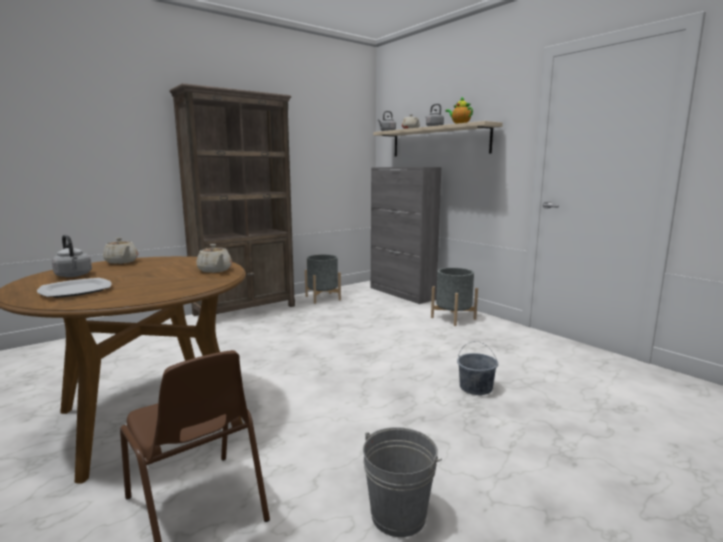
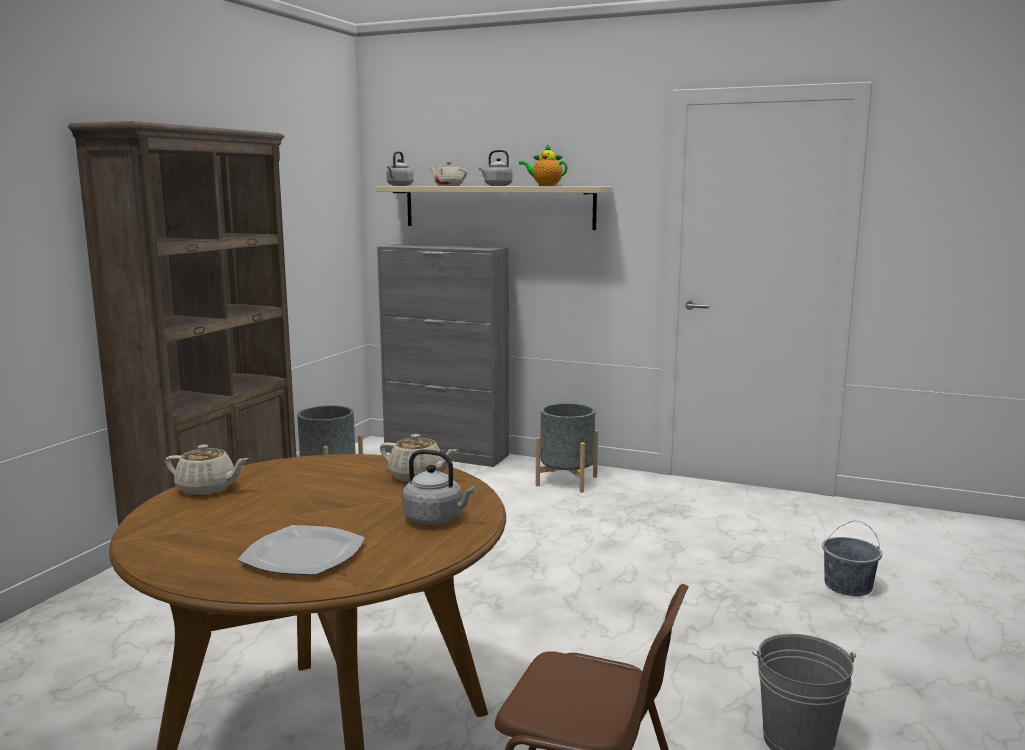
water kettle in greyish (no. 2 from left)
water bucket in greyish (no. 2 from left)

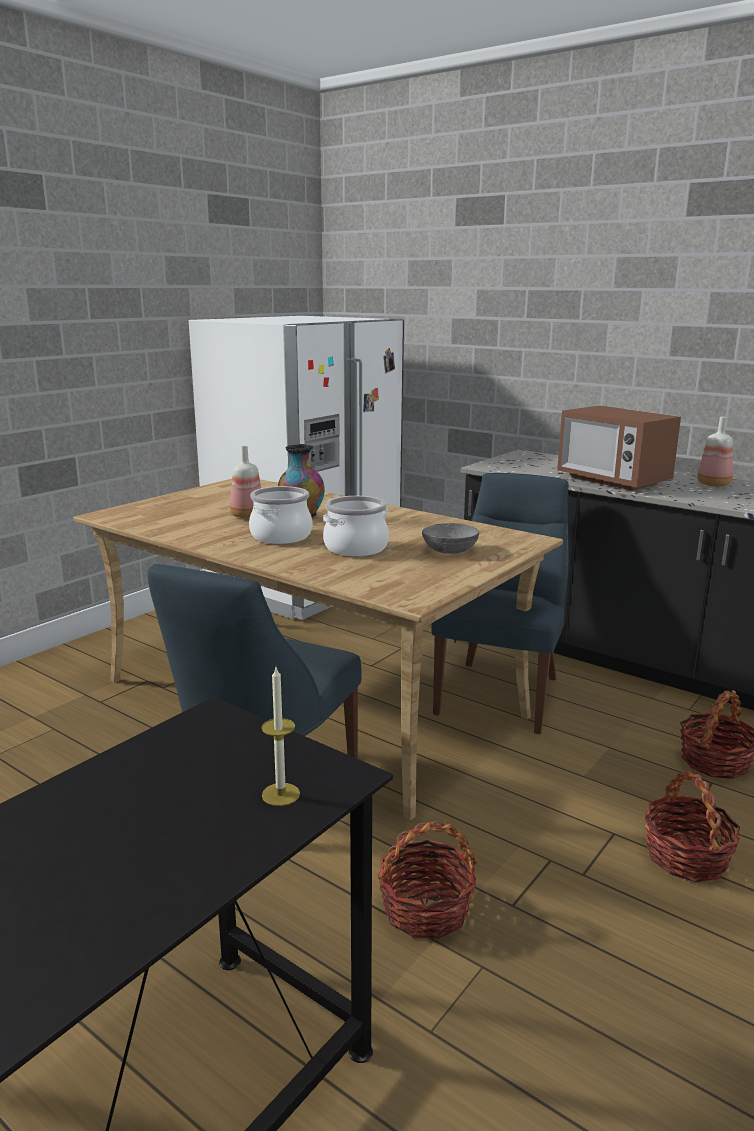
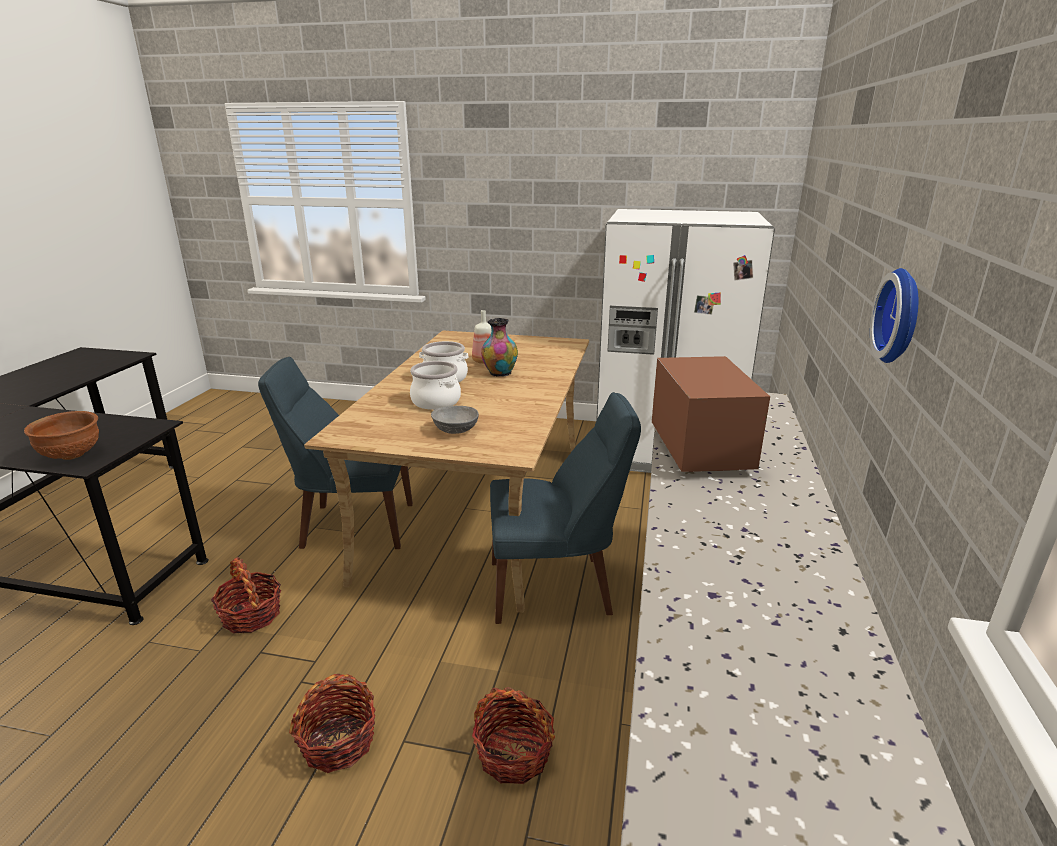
bowl in brown
kitchen microwave
clock on the wall
beverage bottle (no. 2 from left in the first image)

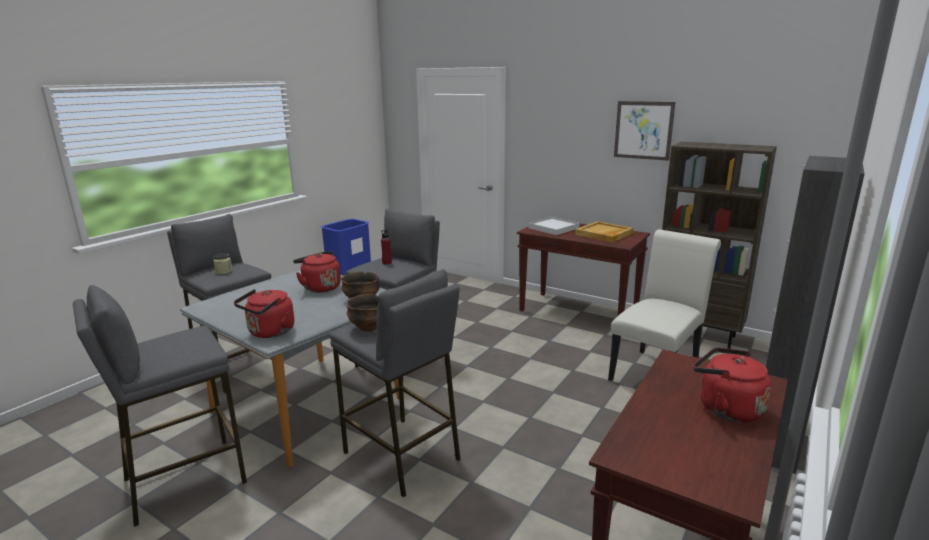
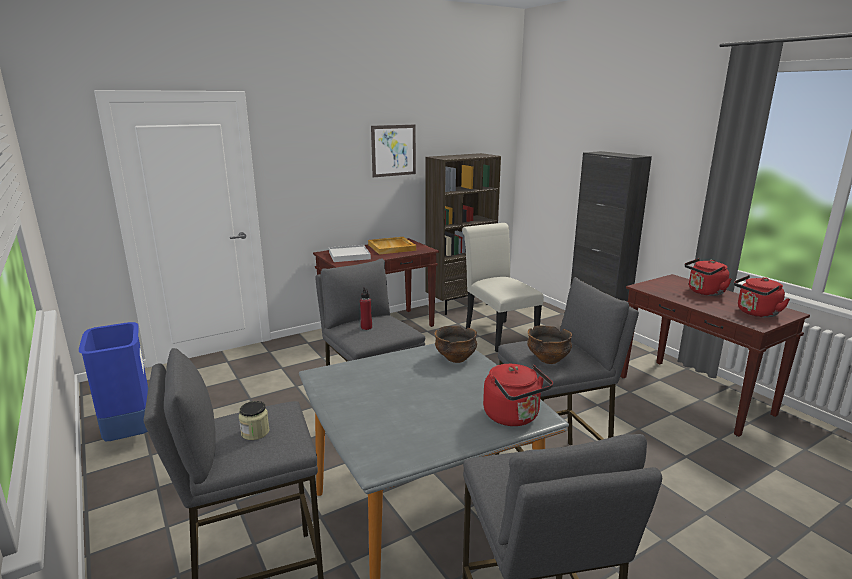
water kettle in reddish (no. 3 from left)

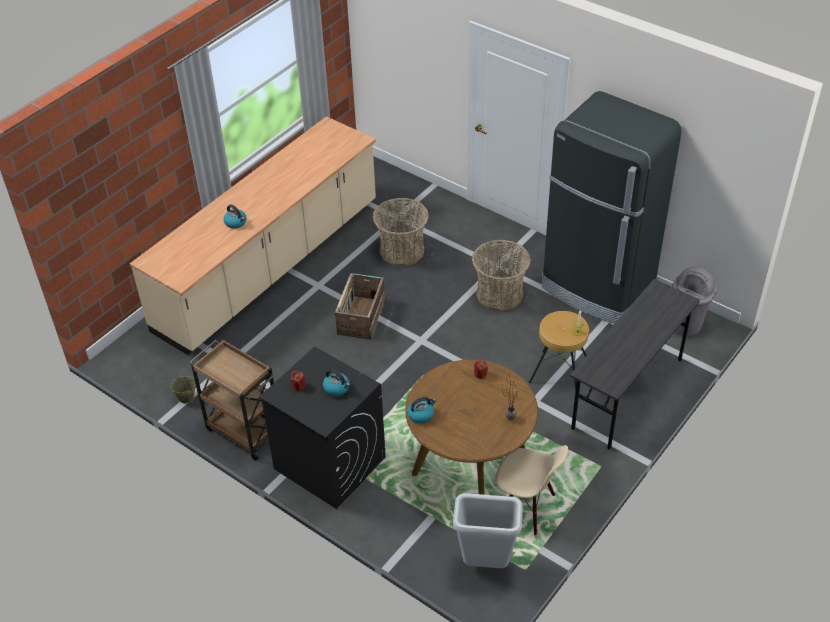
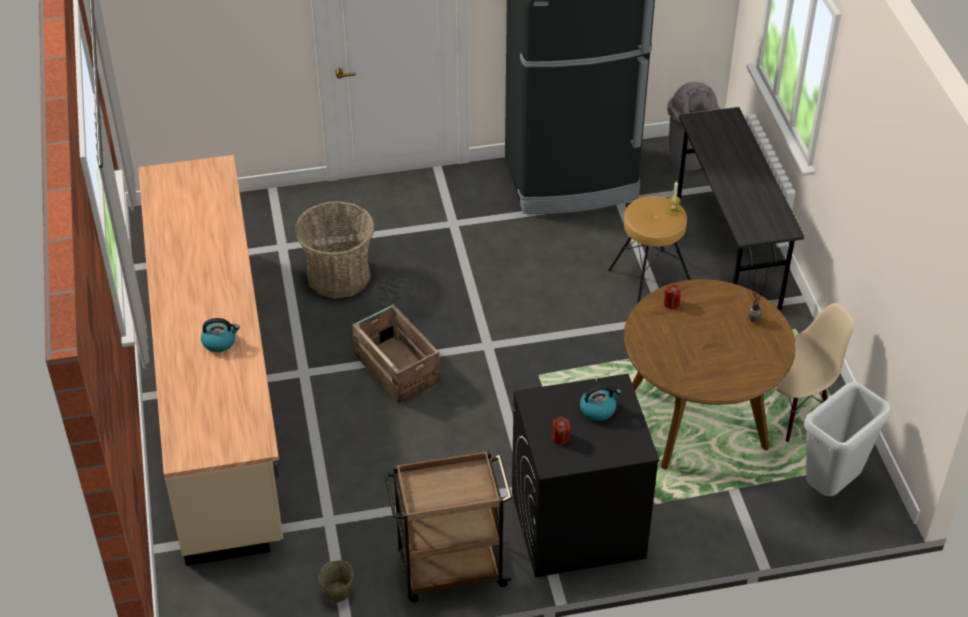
water kettle (no. 3 from left in the first image)
storage basket (no. 2 from left in the first image)

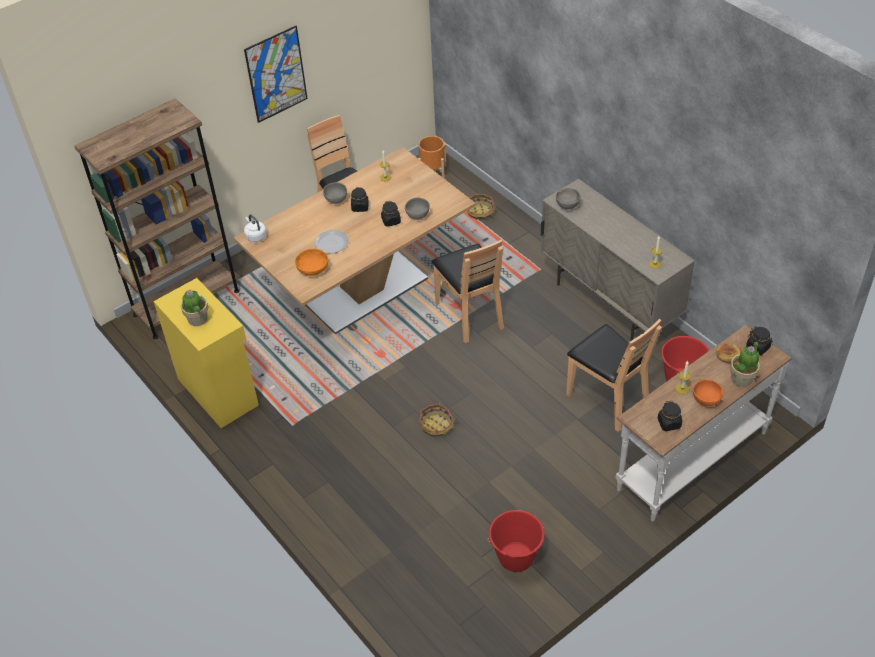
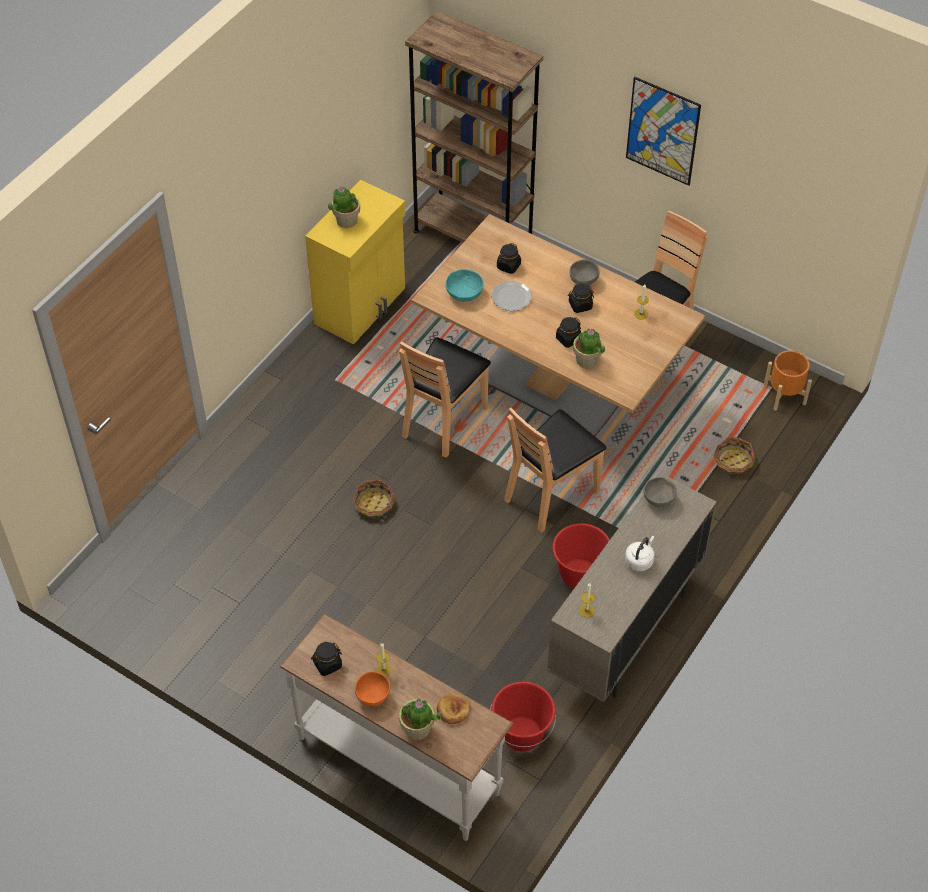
plain chair in brown (no. 1 from left)
bowl in blue-green
preserve jar in black (no. 2 from left)
water bucket in reddish (no. 2 from left)
potted plant (no. 3 from left)
water kettle in white-coloured

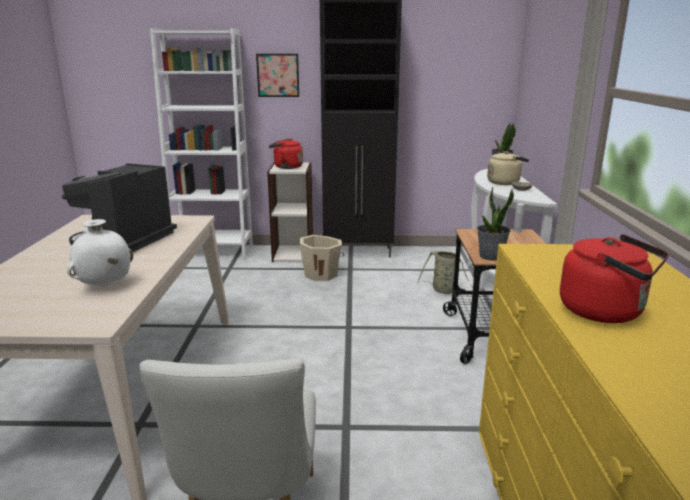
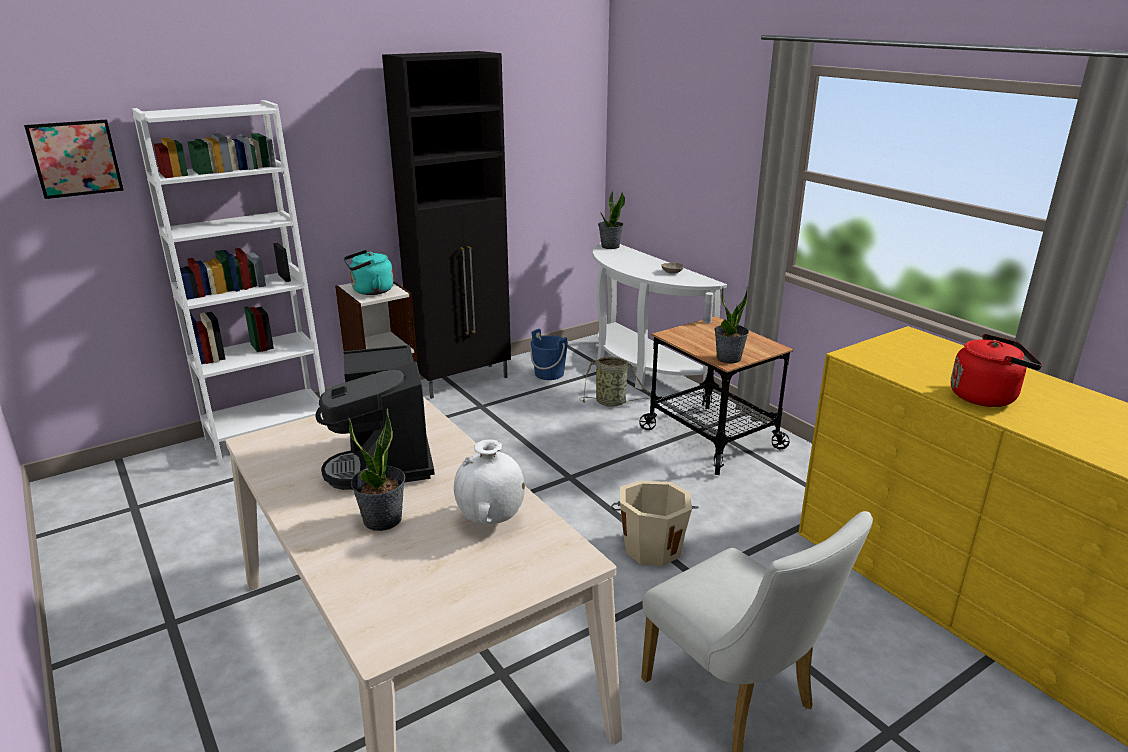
wall art
water kettle in blue-green
potted plant (no. 1 from left)
water bucket in blue
water bucket in sand-coloured
water kettle in sand-coloured

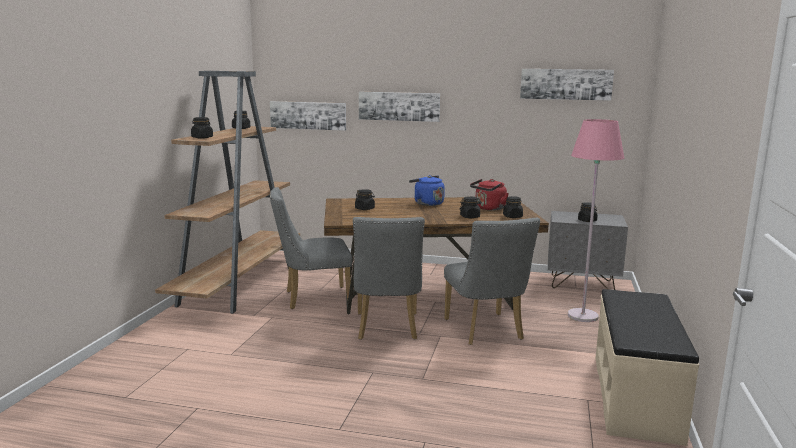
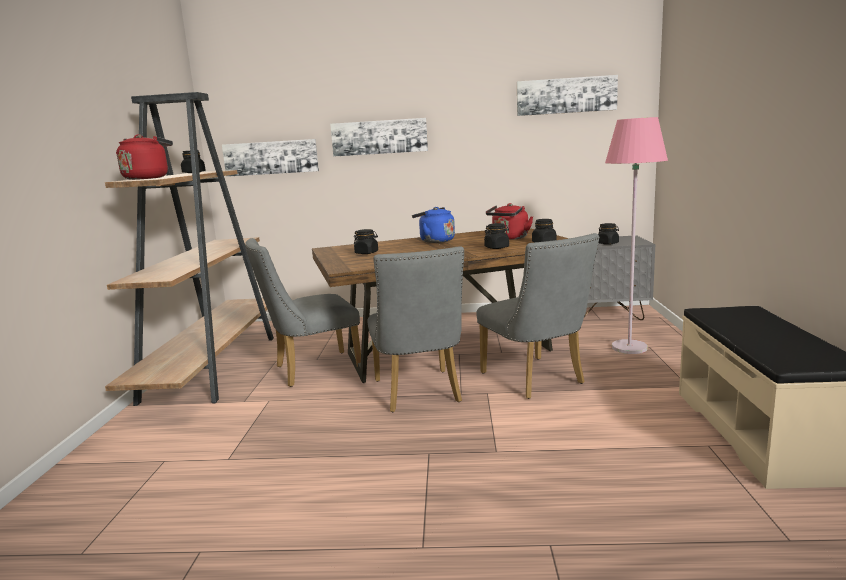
water kettle in reddish (no. 1 from left)

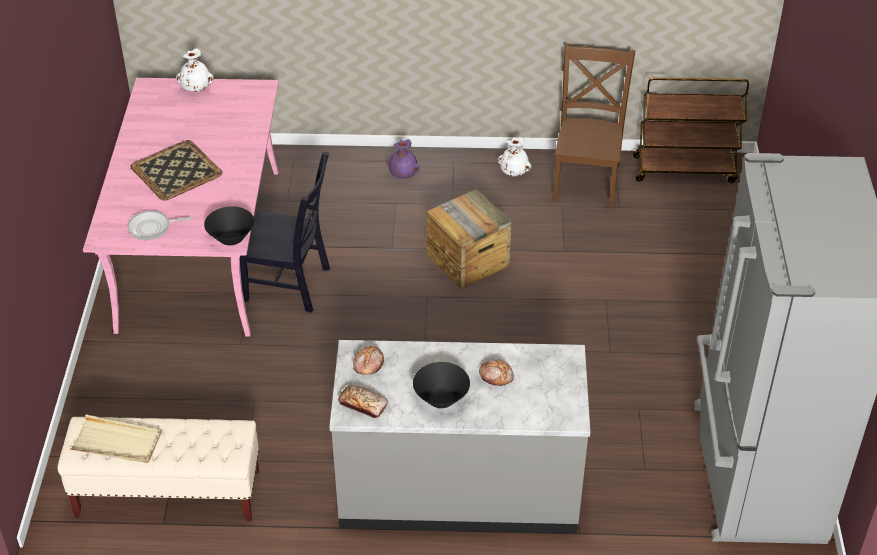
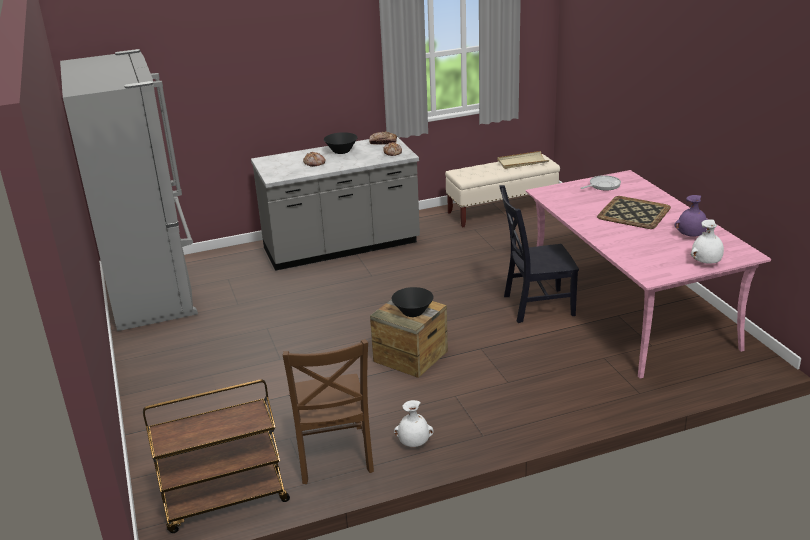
bowl in black (no. 2 from left)
decorative vase in purplish

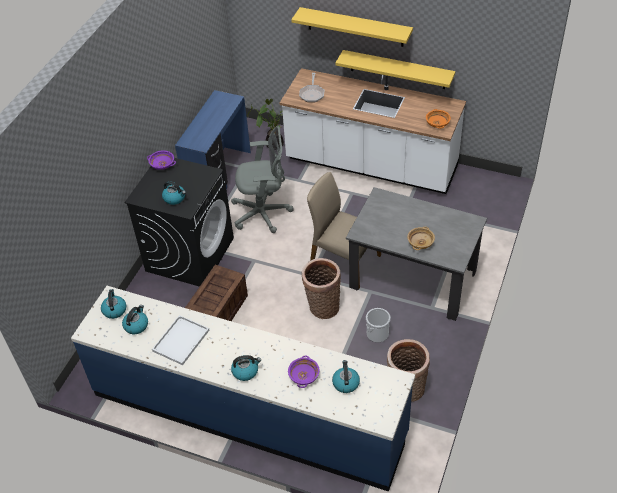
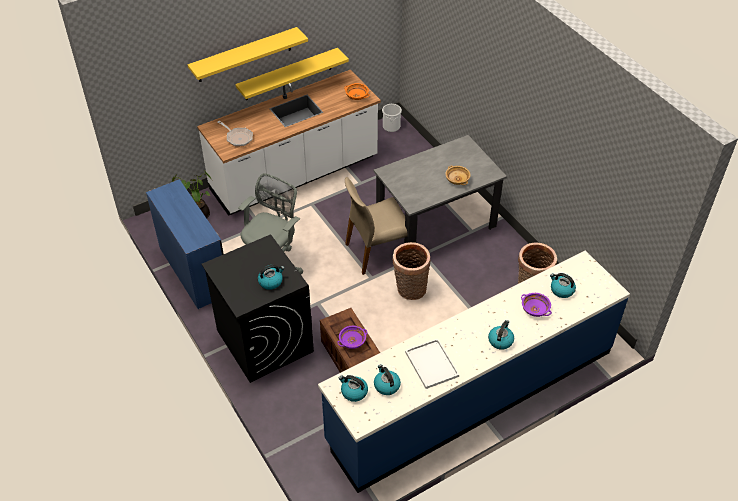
bowl in purplish (no. 1 from left)
water bucket

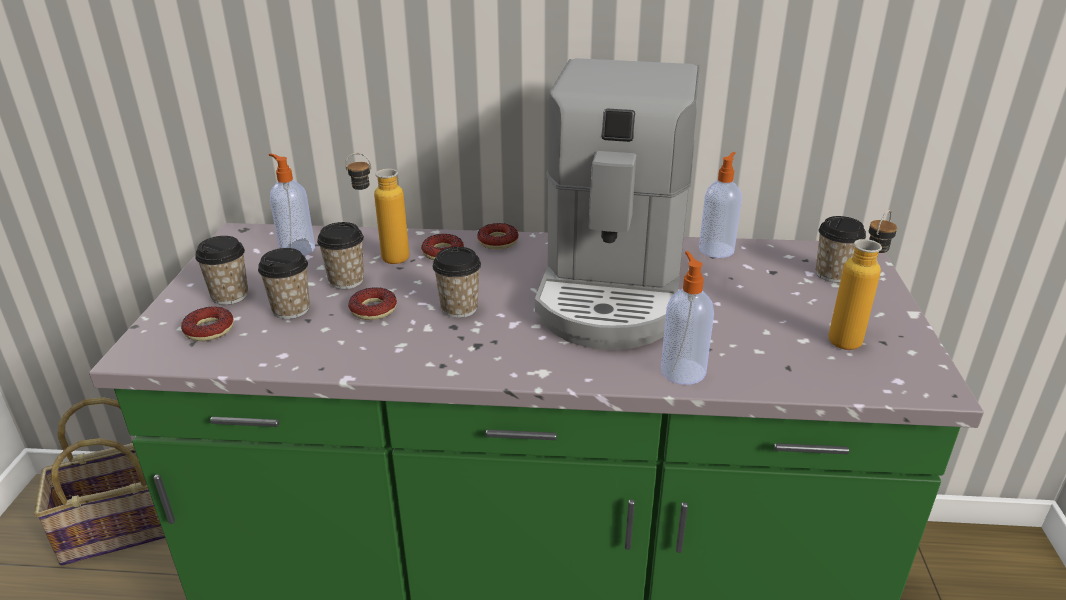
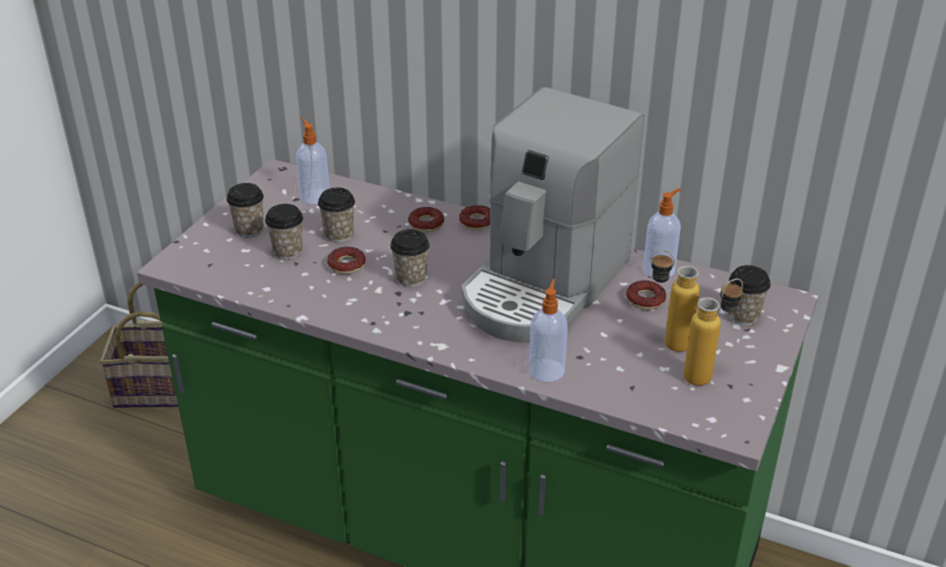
doughnut (no. 4 from left)
beverage bottle (no. 1 from left)

